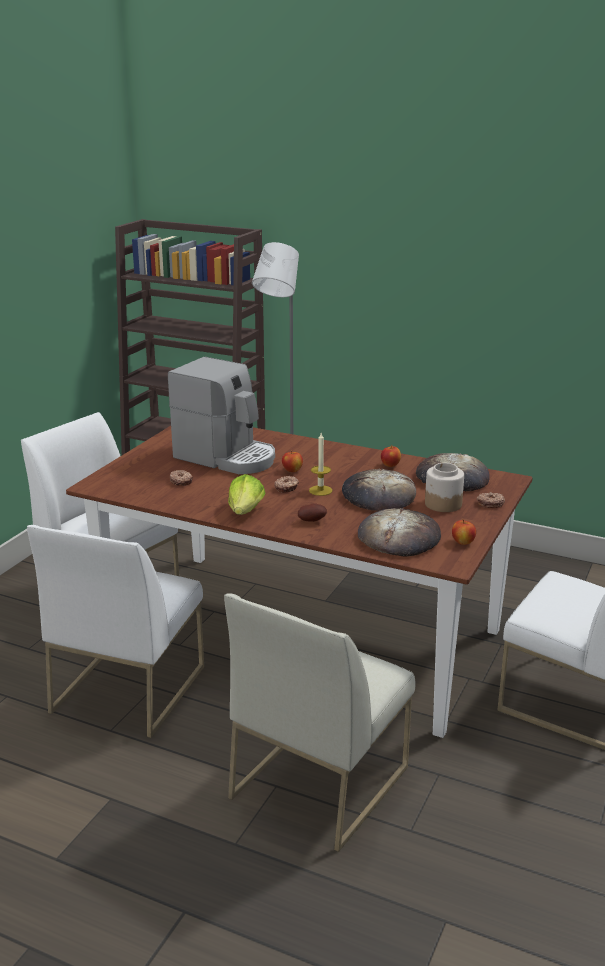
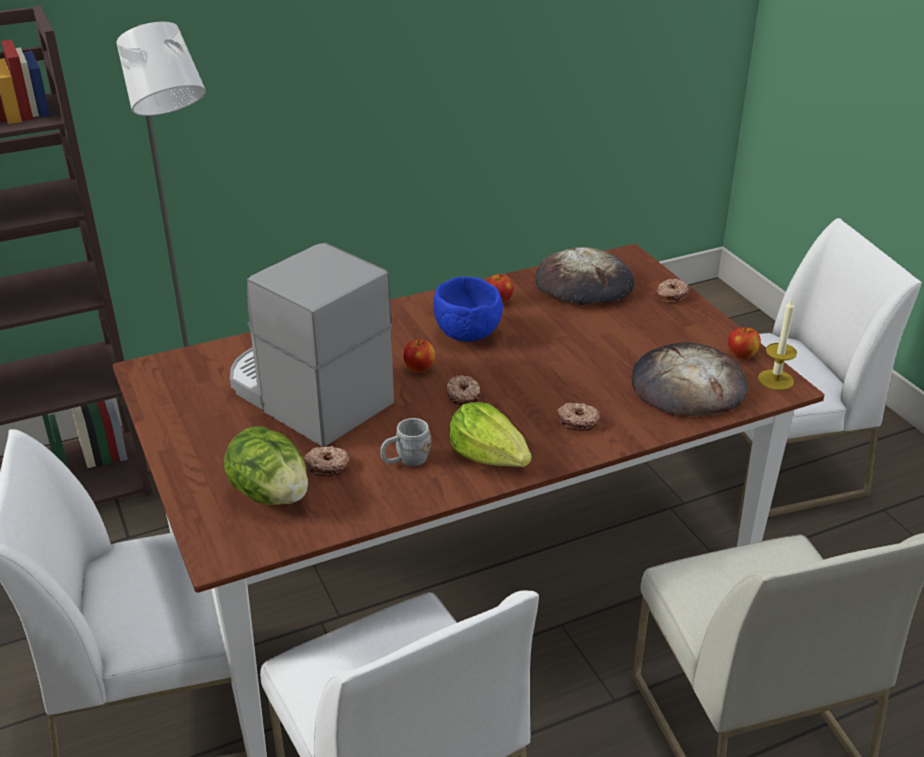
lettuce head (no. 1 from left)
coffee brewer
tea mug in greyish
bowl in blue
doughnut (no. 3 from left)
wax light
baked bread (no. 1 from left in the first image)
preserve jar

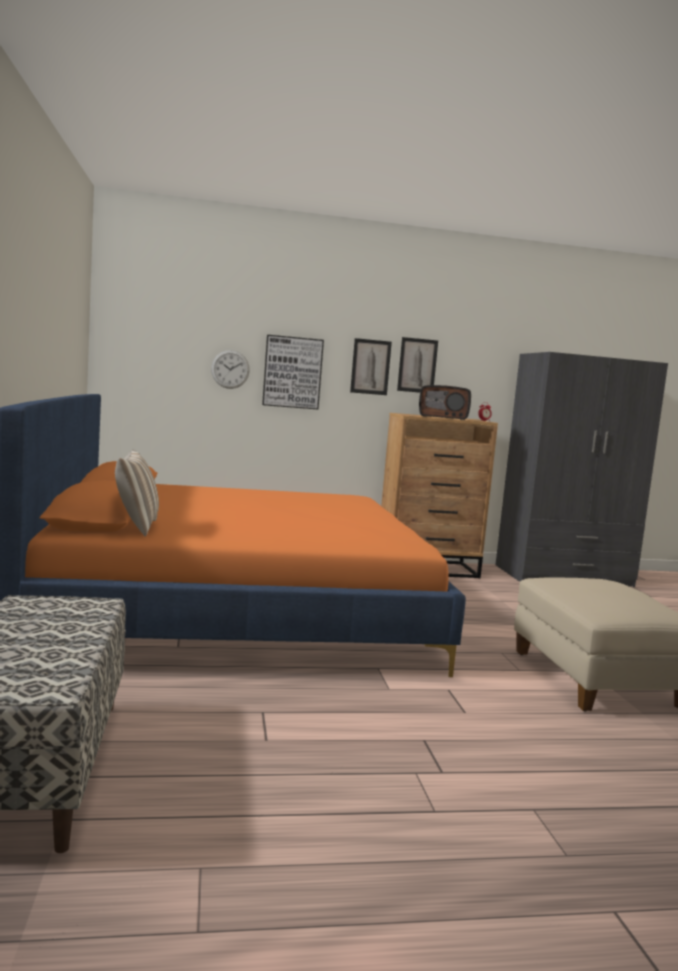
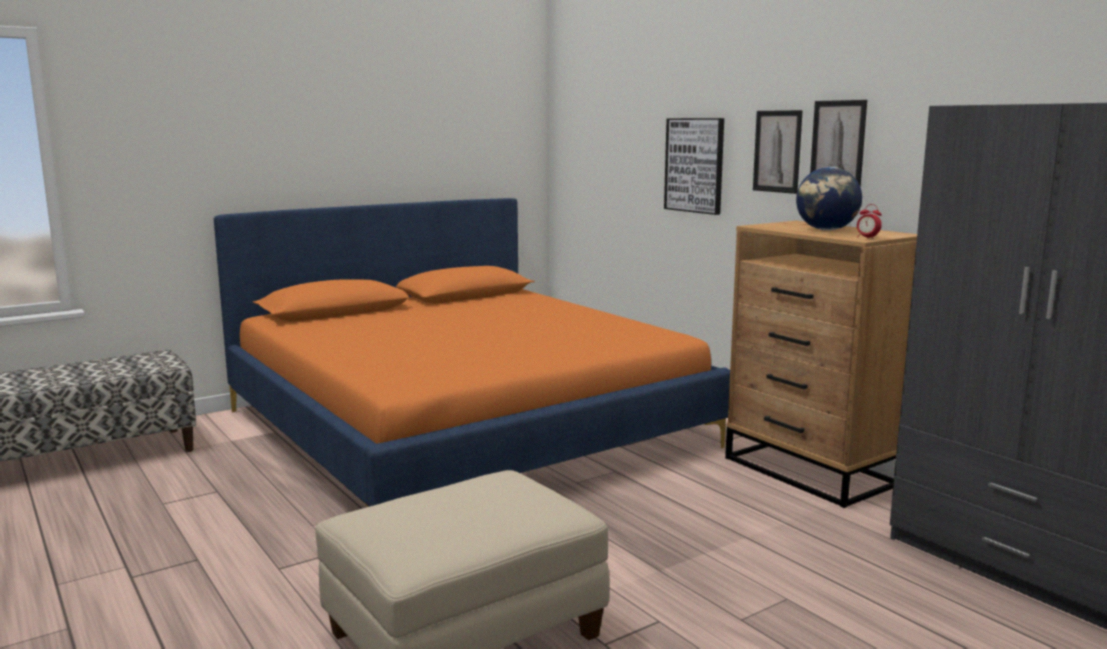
world globe
throw pillow
clock on the wall

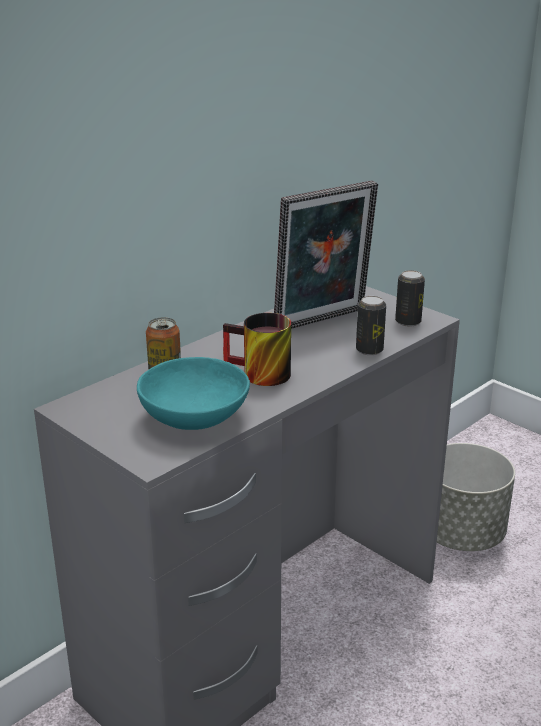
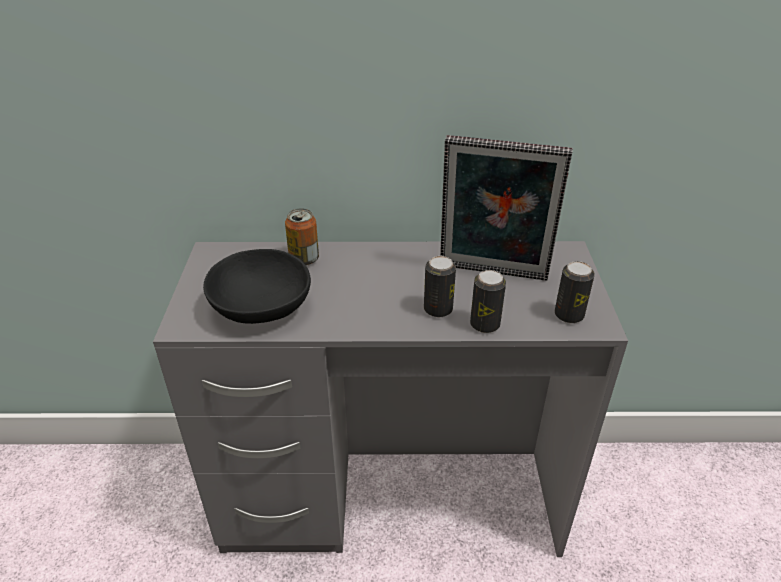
bowl in black
can (no. 2 from left)
tea mug
planter in greyish

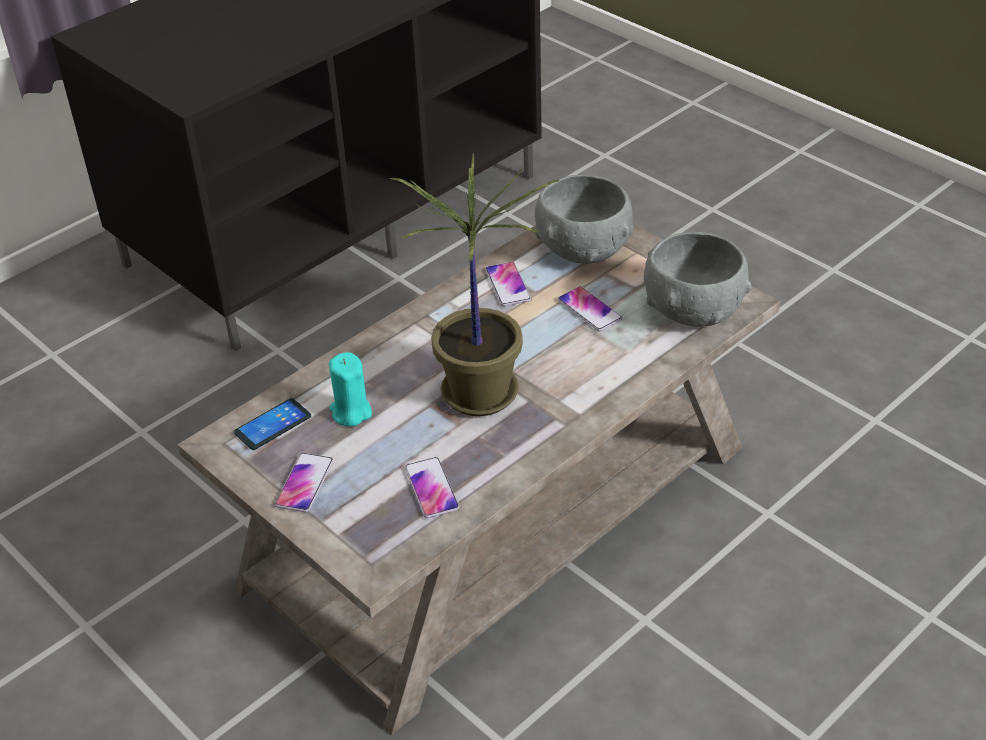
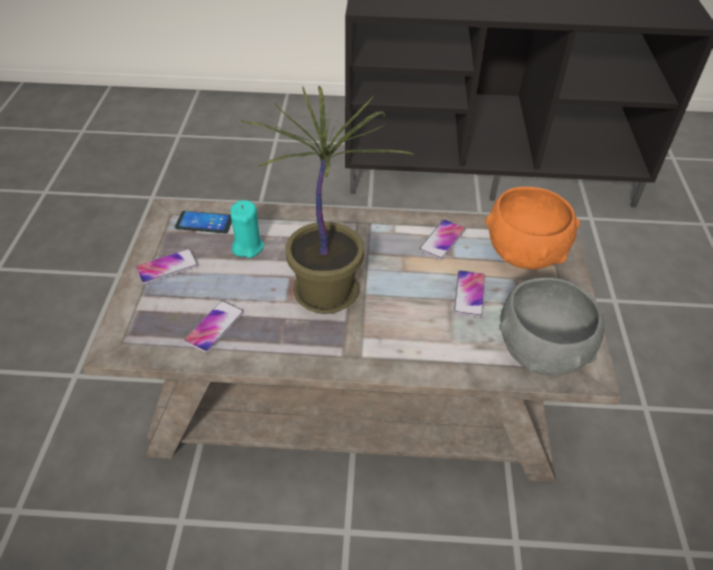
bowl in orange

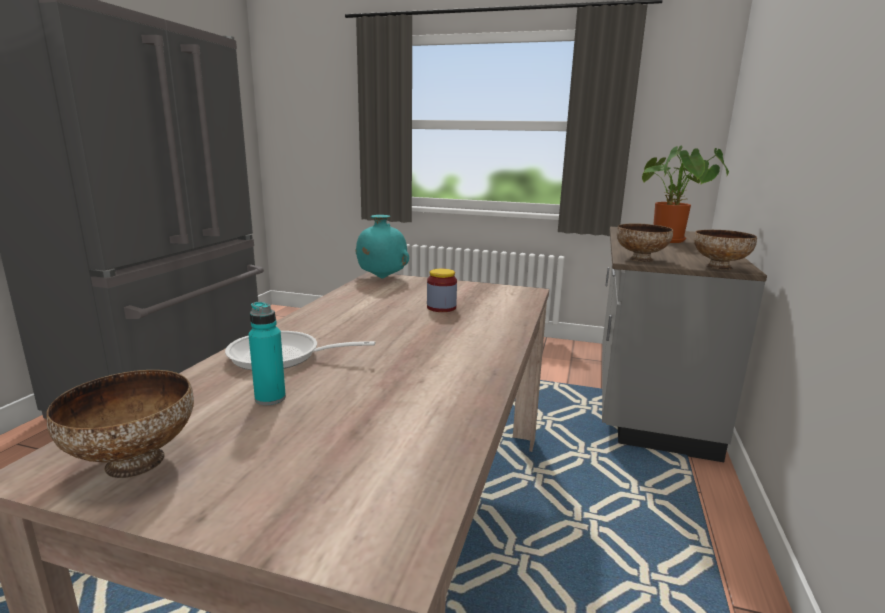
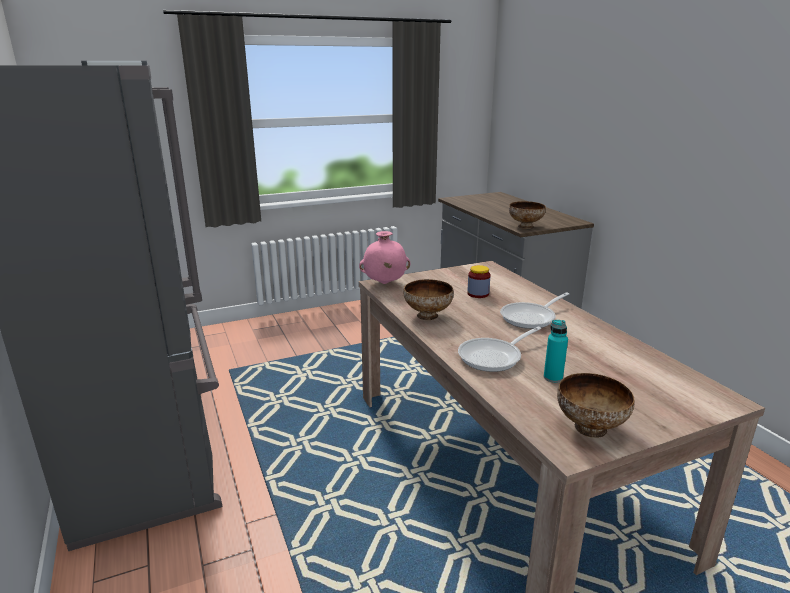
decorative vase in pink
bowl (no. 1 from left)
skillet (no. 2 from left)
potted plant

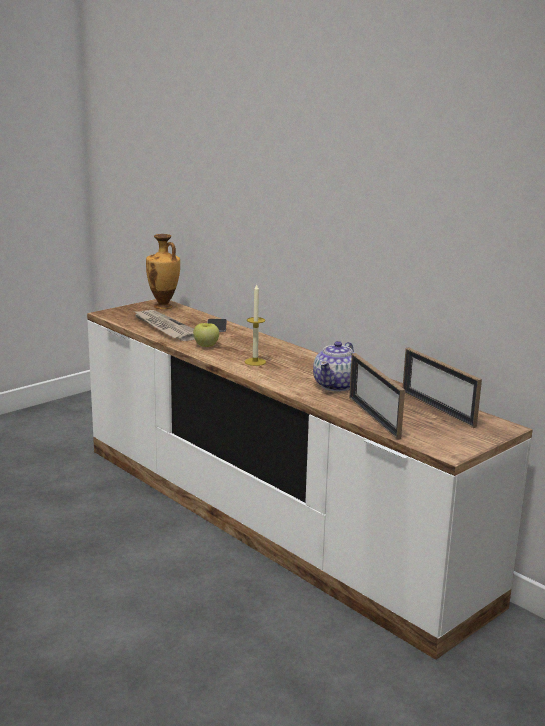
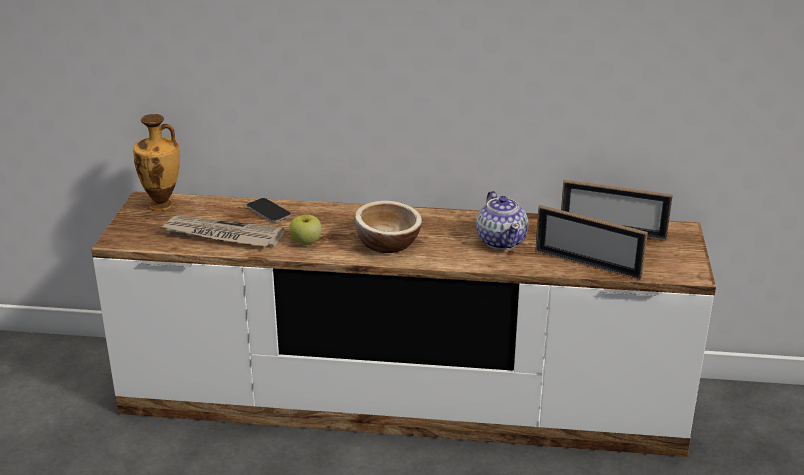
bowl

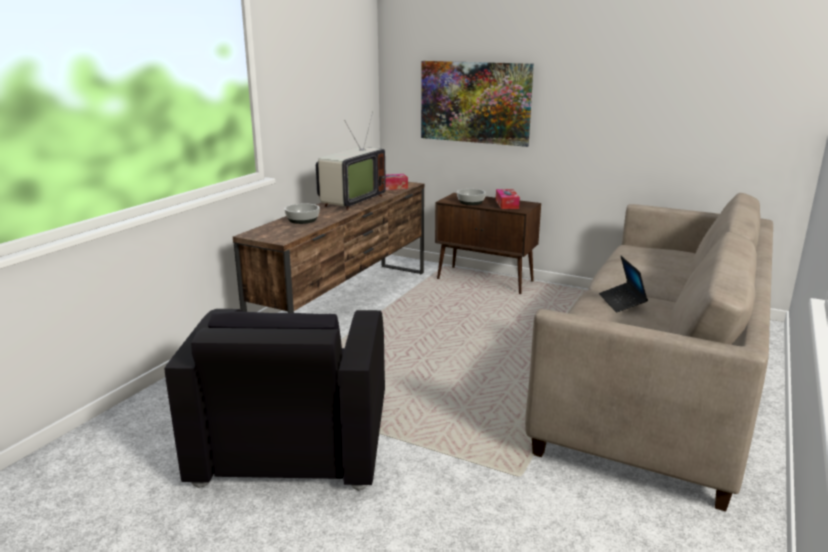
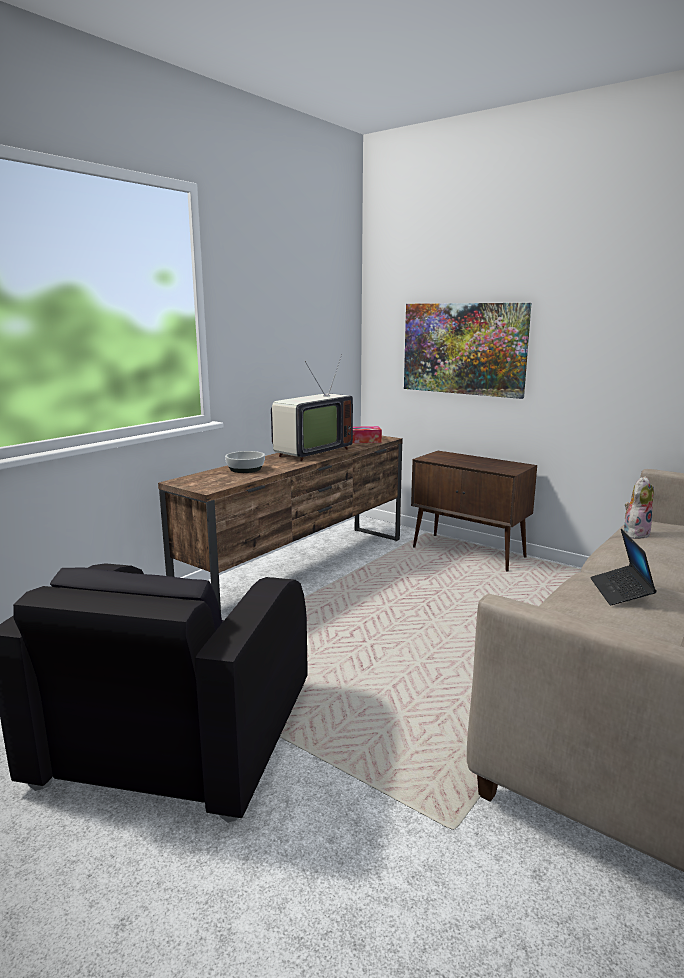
plush toy
bowl (no. 2 from left in the first image)
box of tissues (no. 2 from left in the first image)

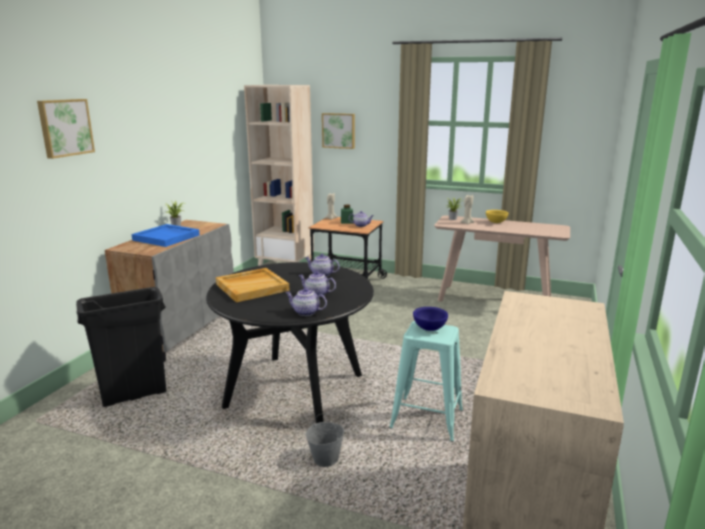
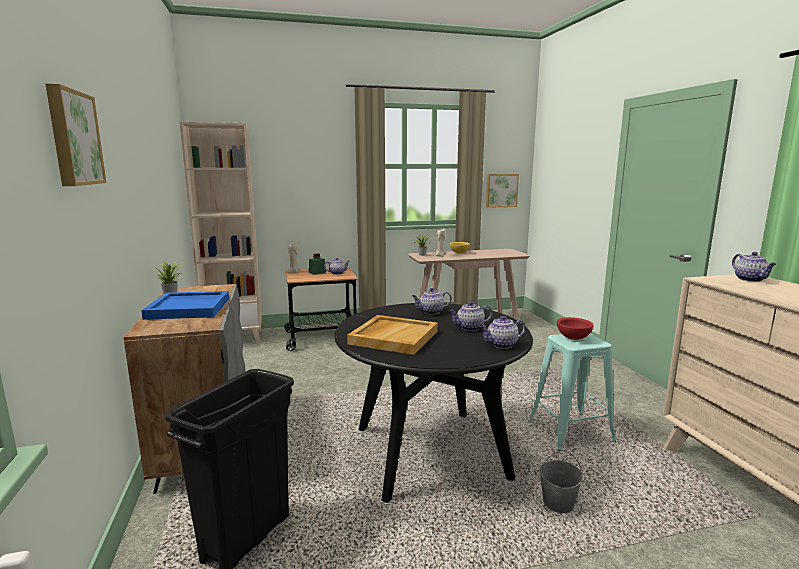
wall art (no. 2 from left)
bowl in reddish
teapot (no. 5 from left)

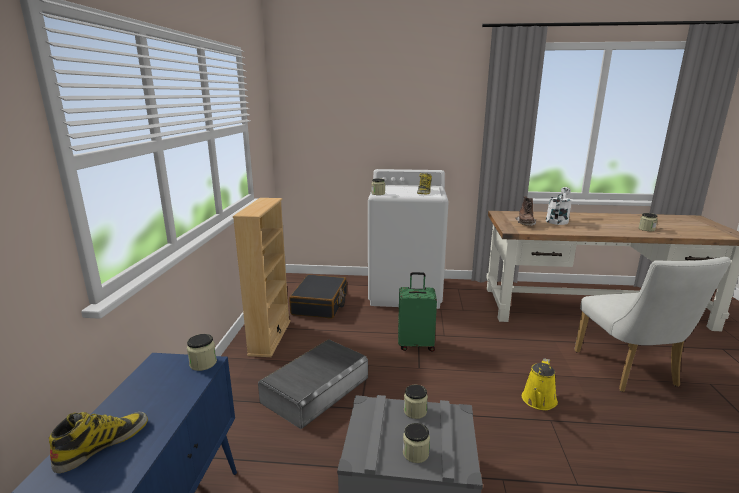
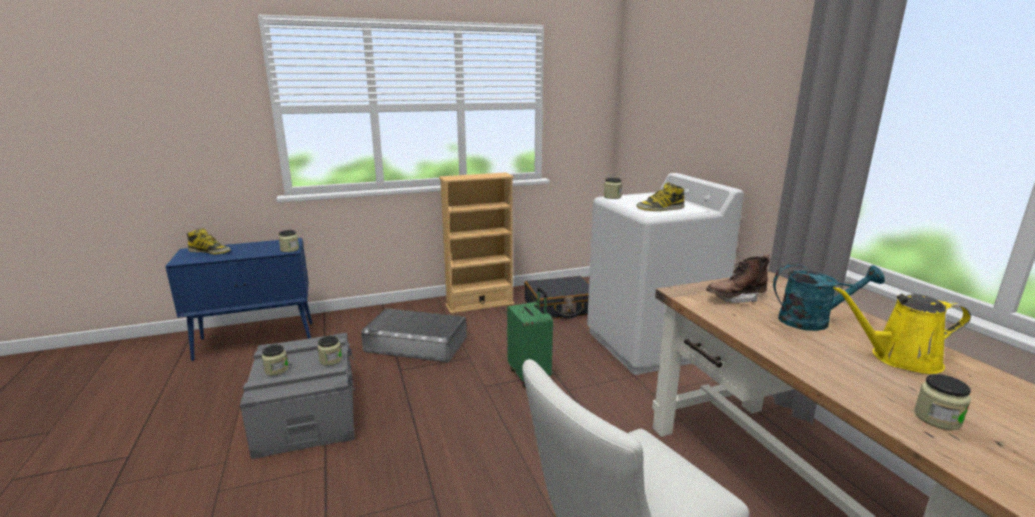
sprinkling can in blue-green
sprinkling can in yellow

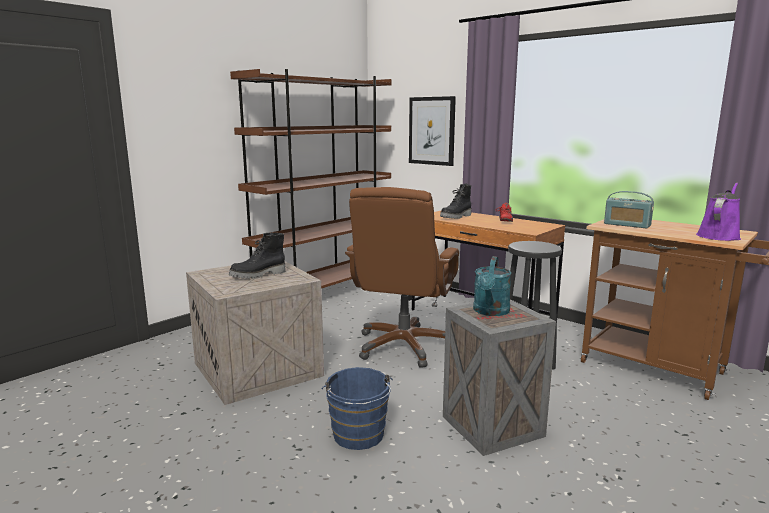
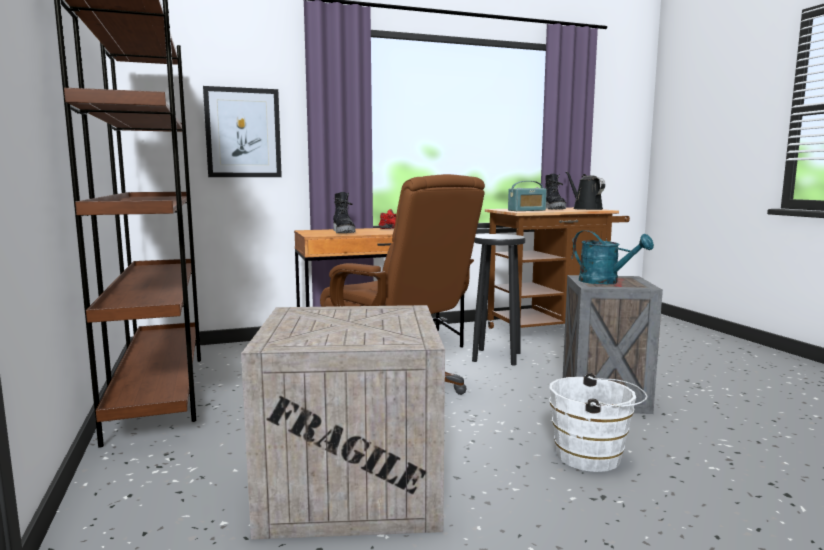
boot in black (no. 2 from left)
water bucket in white-coloured
sprinkling can in black

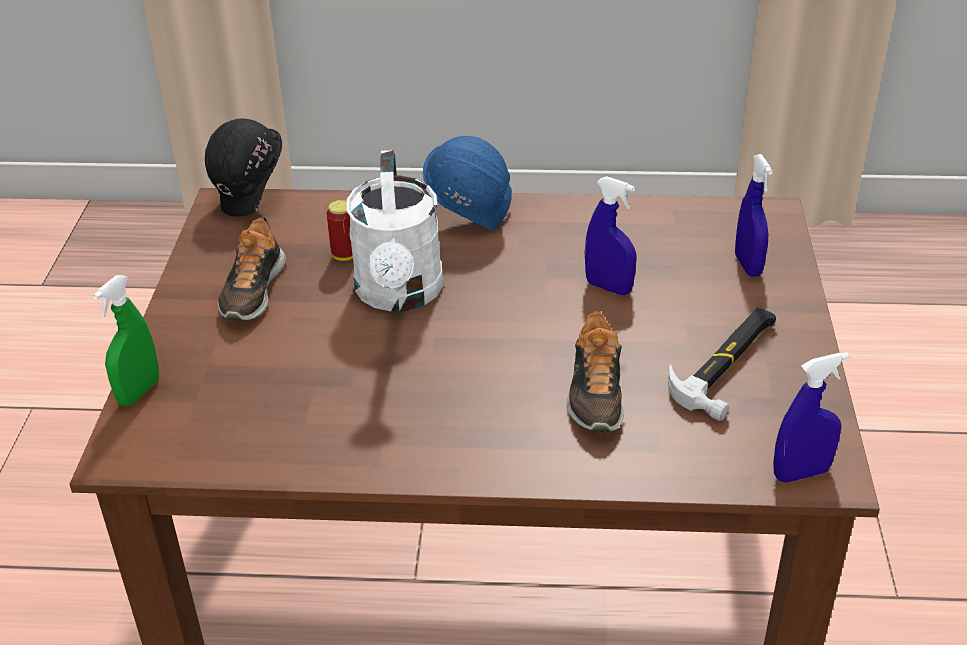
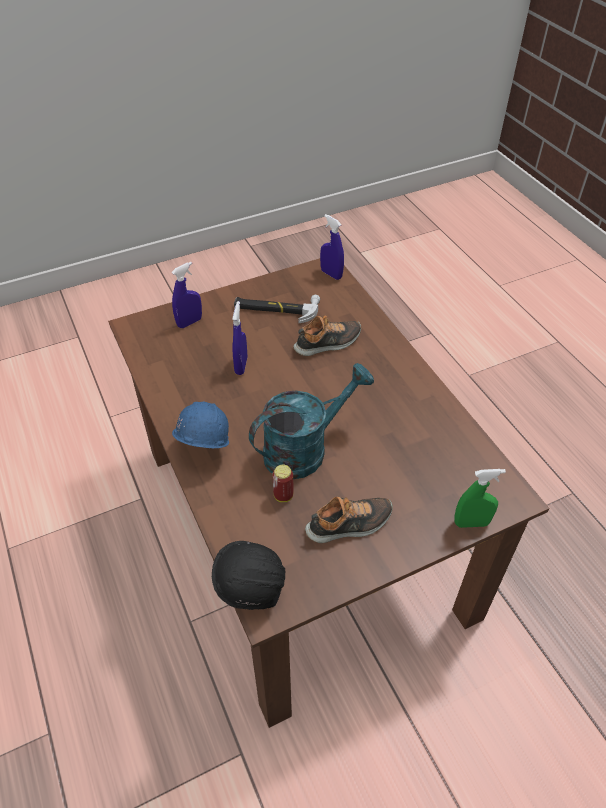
sprinkling can in blue-green

